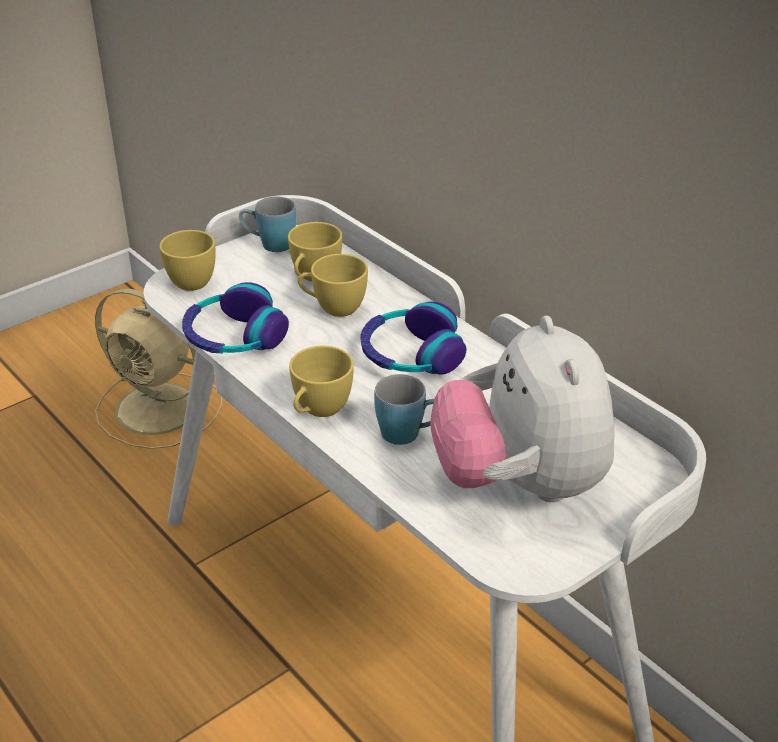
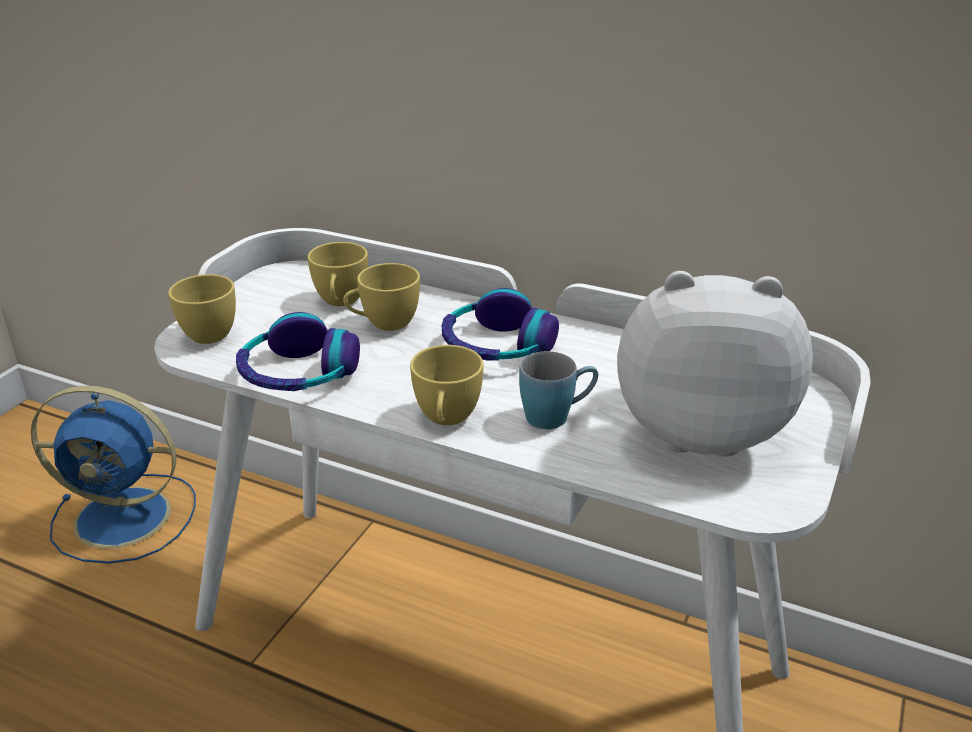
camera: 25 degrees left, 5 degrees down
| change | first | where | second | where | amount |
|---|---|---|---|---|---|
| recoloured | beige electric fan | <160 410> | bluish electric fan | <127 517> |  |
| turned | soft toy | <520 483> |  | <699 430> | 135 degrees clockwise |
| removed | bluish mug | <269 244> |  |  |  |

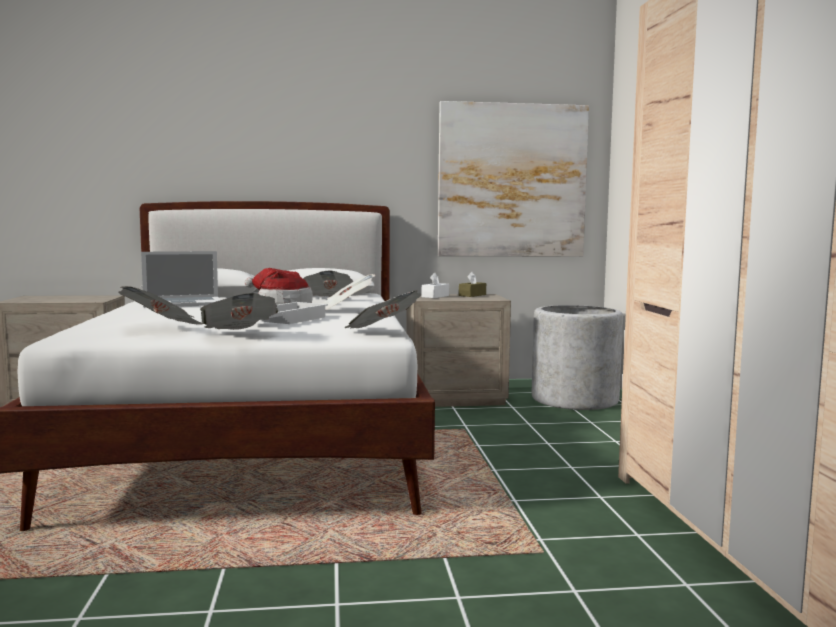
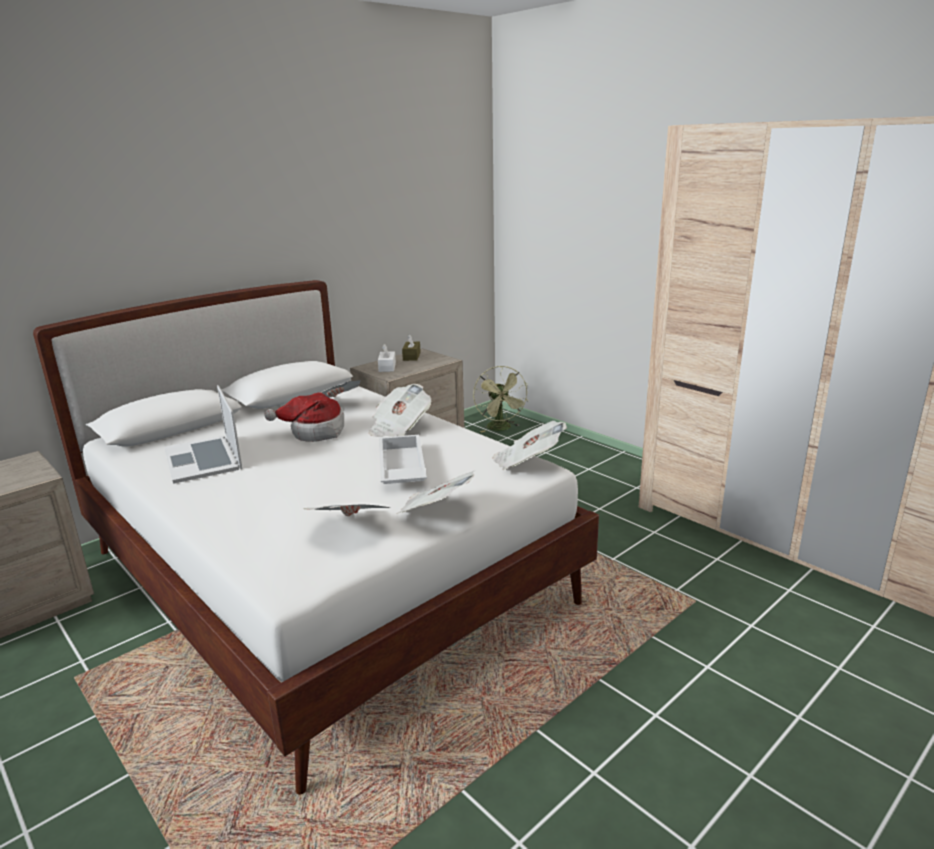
camera: 35 degrees left, 15 degrees up
| change | first | where | second | where | amount |
|---|---|---|---|---|---|
| turned | portable computer | <182 303> |  | <203 459> | 120 degrees clockwise |
| replaced | greyish plant pot | <575 399> | green electric fan | <501 429> |  |
| removed | wall picture | <512 181> |  |  |  |

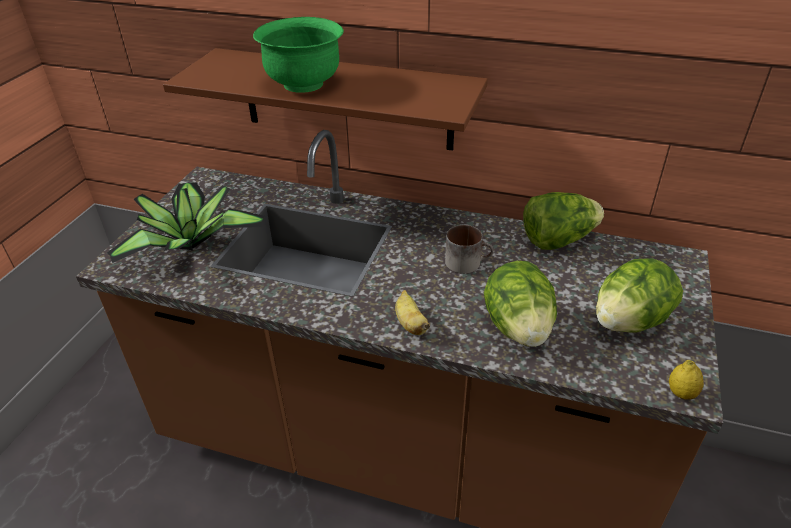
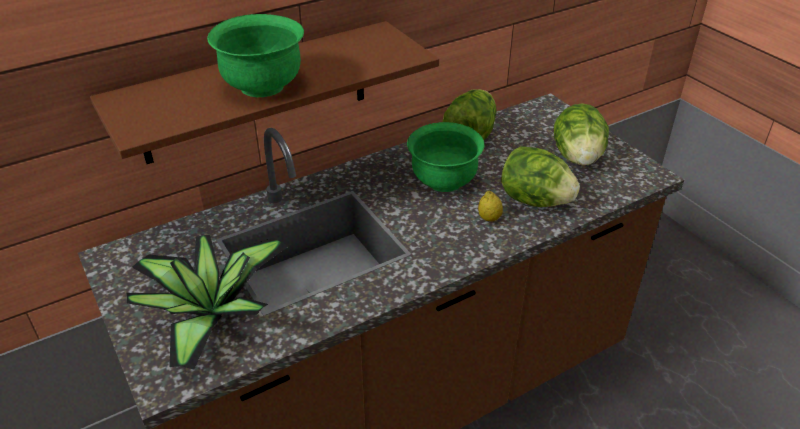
camera: 50 degrees left, 0 degrees up
| change | first | where | second | where | amount |
|---|---|---|---|---|---|
| replaced | mug | <467 262> | green bowl | <443 181> |  |
| moved | lemon | <681 393> |  | <489 218> |  |
| removed | banana | <410 324> |  |  |  |

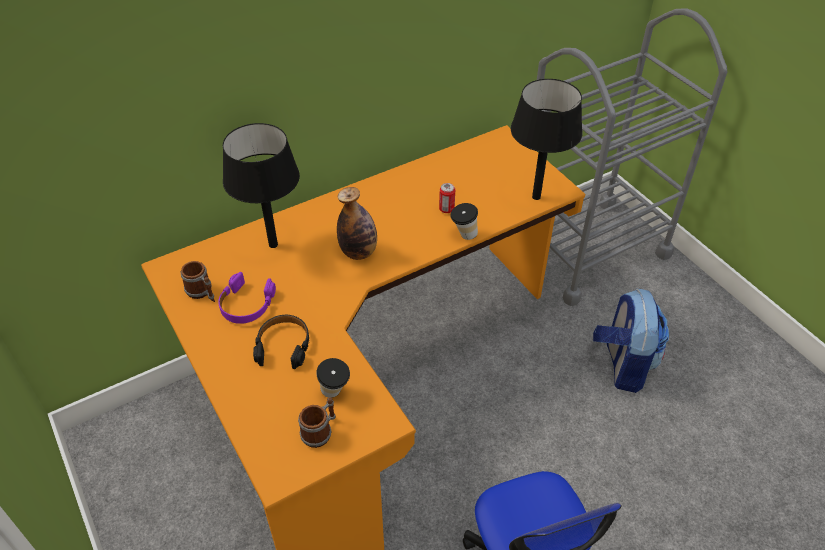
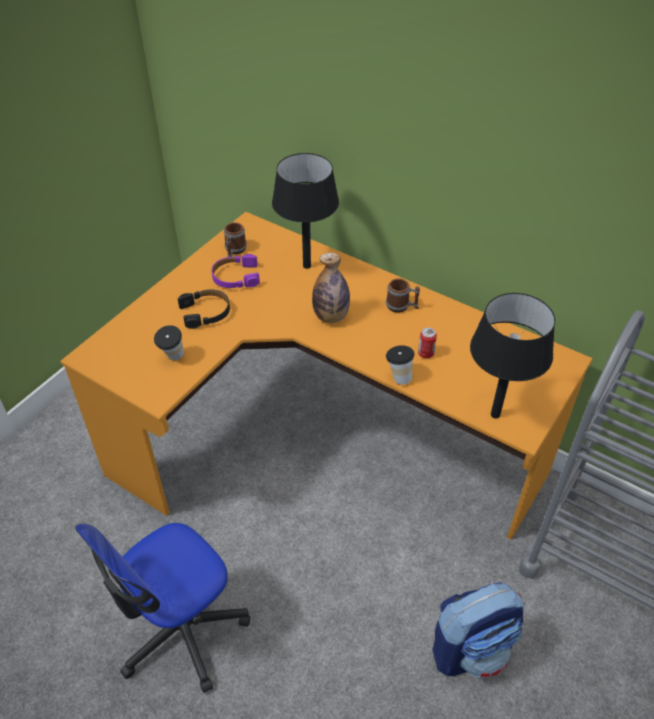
camera: 65 degrees right, 0 degrees up
| change | first | where | second | where | amount |
|---|---|---|---|---|---|
| moved | mug | <320 431> |  | <402 306> |  |

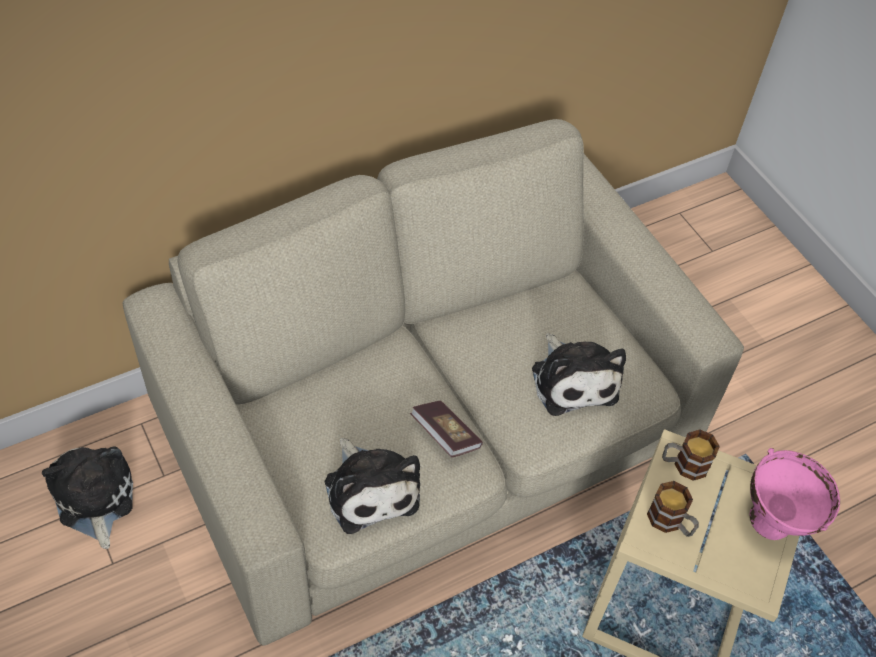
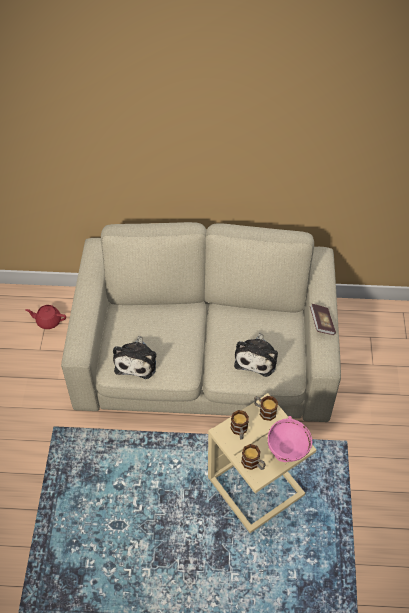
camera: 35 degrees right, 0 degrees up
| change | first | where | second | where | amount |
|---|---|---|---|---|---|
| replaced | soft toy | <94 499> | red teapot | <48 321> |  |
| added |  |  | mug | <253 464> |  |
| moved | book | <445 436> |  | <321 323> |  |

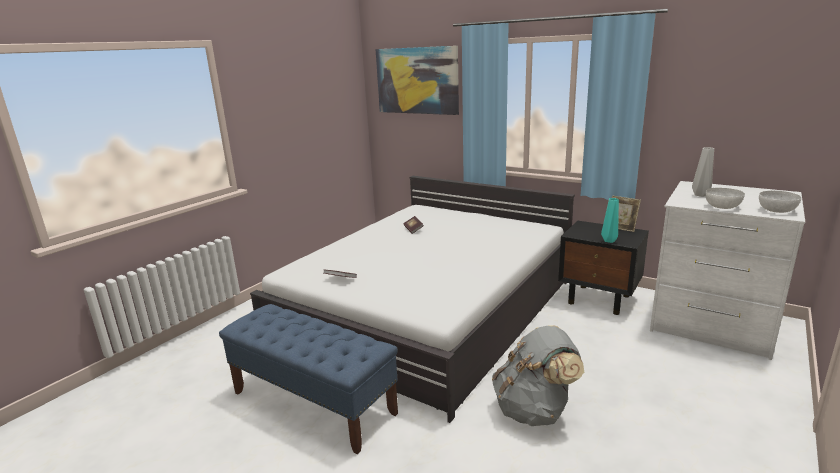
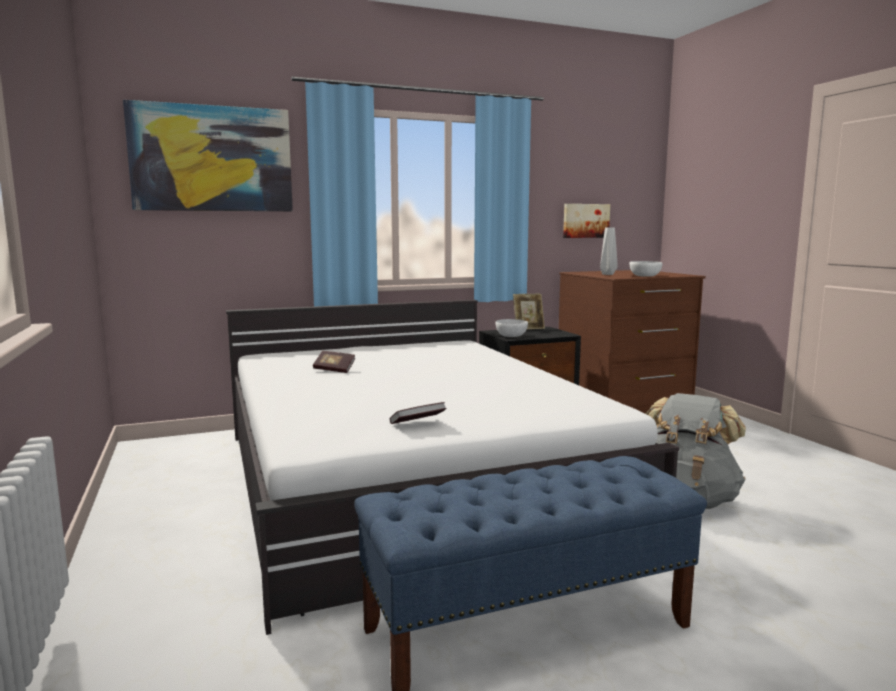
camera: 55 degrees left, 10 degrees down
| change | first | where | second | where | amount |
|---|---|---|---|---|---|
| moved | whitish bowl | <777 210> |  | <511 336> |  |
| recoloured | whitish drawer chest | <711 324> | brown-coloured drawer chest | <623 403> |  |
| added |  |  | wall picture | <585 221> |  |
| removed | turquoise flower vase | <609 241> |  |  |  |

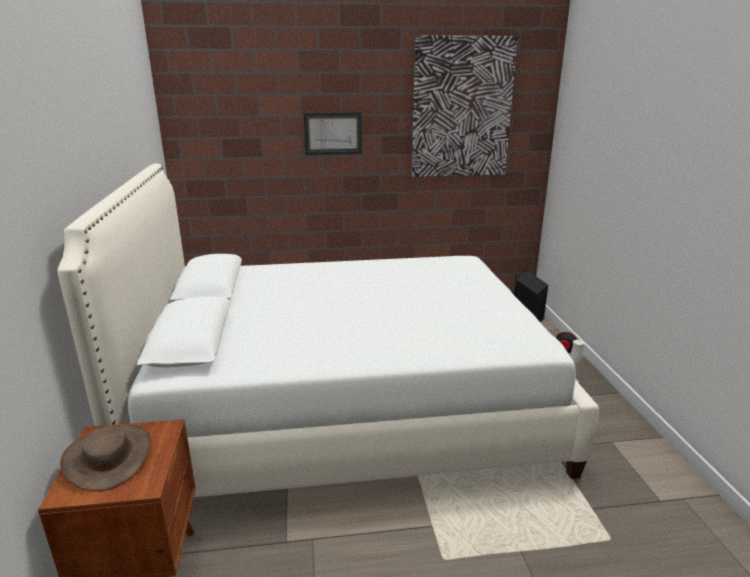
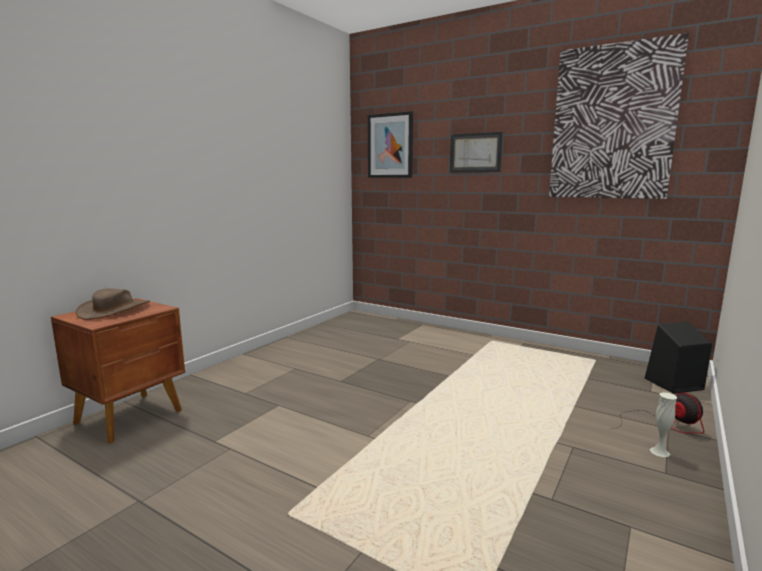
camera: 40 degrees right, 10 degrees down
| change | first | where | second | where | amount |
|---|---|---|---|---|---|
| added |  |  | wall picture | <390 146> |  |
| removed | whitish bedroom bed | <347 406> |  |  |  |

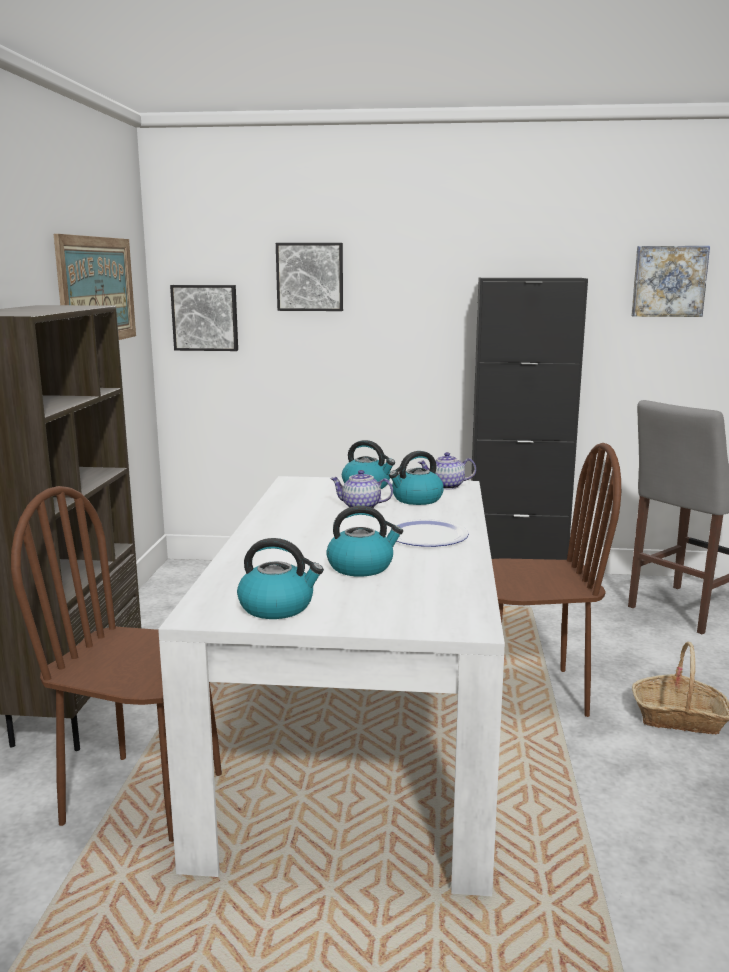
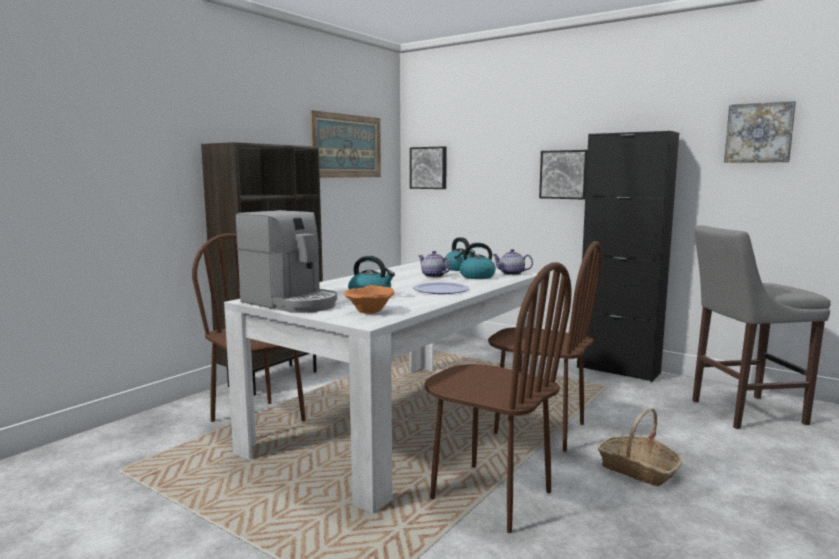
camera: 30 degrees right, 5 degrees down
| change | first | where | second | where | amount |
|---|---|---|---|---|---|
| replaced | tea kettle | <277 607> | coffee maker | <292 303> |  |
| added |  |  | orange-coloured bowl | <368 311> |  |
| added |  |  | brown-coloured upright chair | <490 496> |  |
| moved | wall picture | <310 277> |  | <564 174> |  |

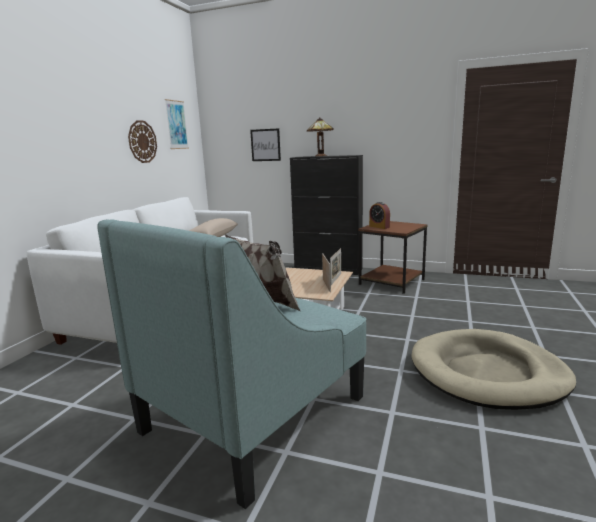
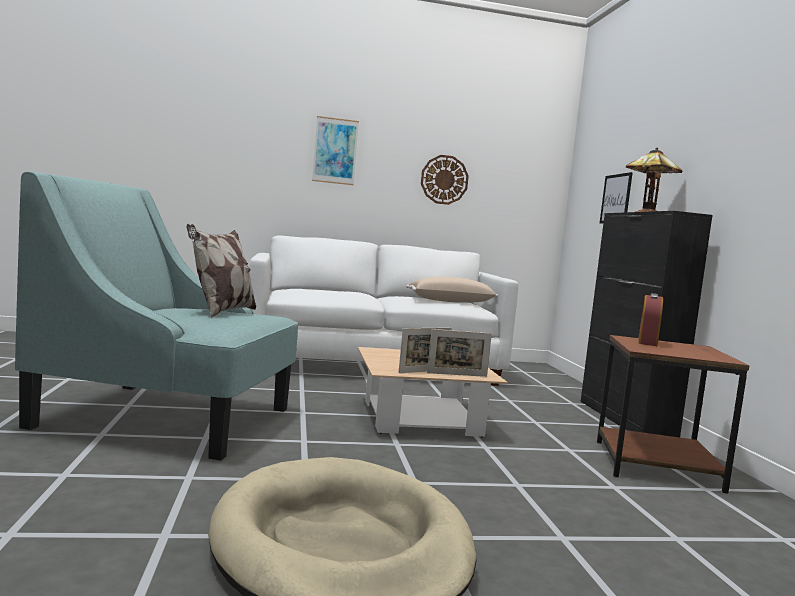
camera: 60 degrees right, 10 degrees down
| change | first | where | second | where | amount |
|---|---|---|---|---|---|
| moved | wall picture | <176 125> |  | <335 151> |  |

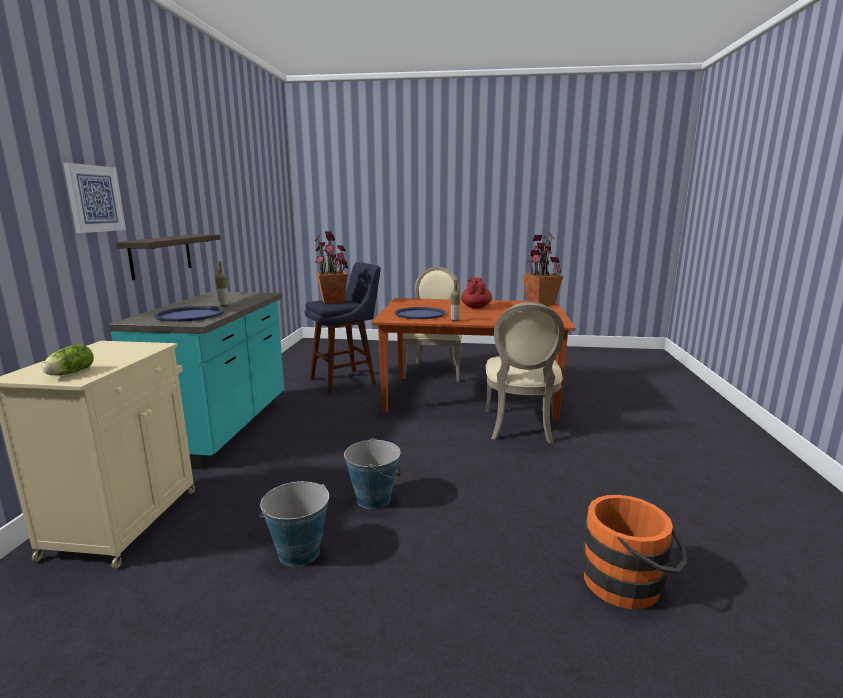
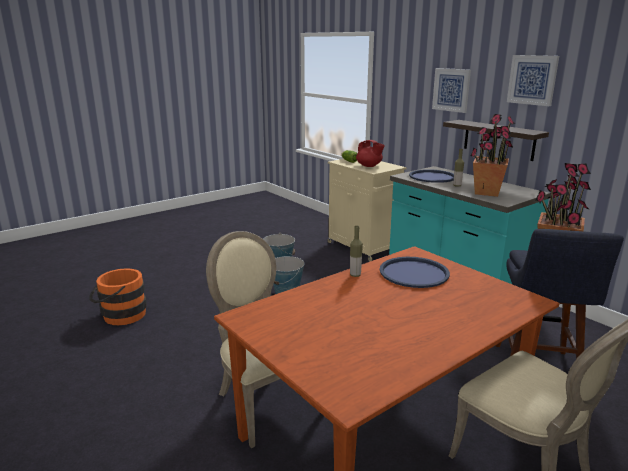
camera: 135 degrees right, 5 degrees up
| change | first | where | second | where | amount |
|---|---|---|---|---|---|
| moved | red teapot | <476 307> |  | <369 166> |  |
| moved | houseplant | <540 303> |  | <486 192> |  |
| added |  |  | wall picture | <532 80> |  |

